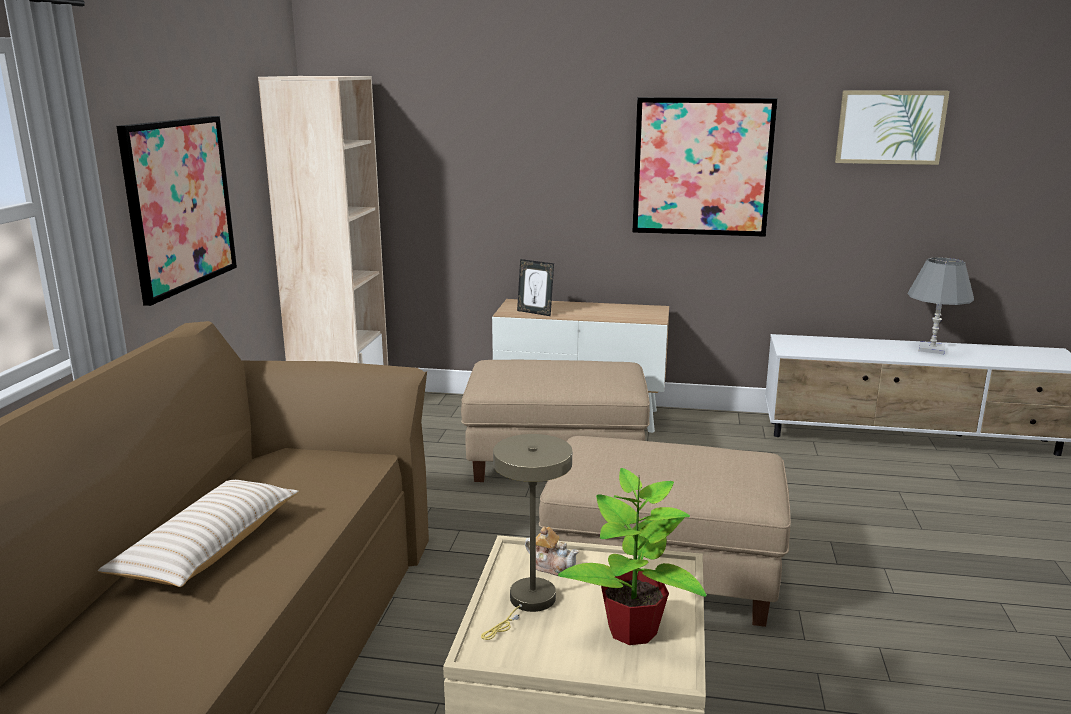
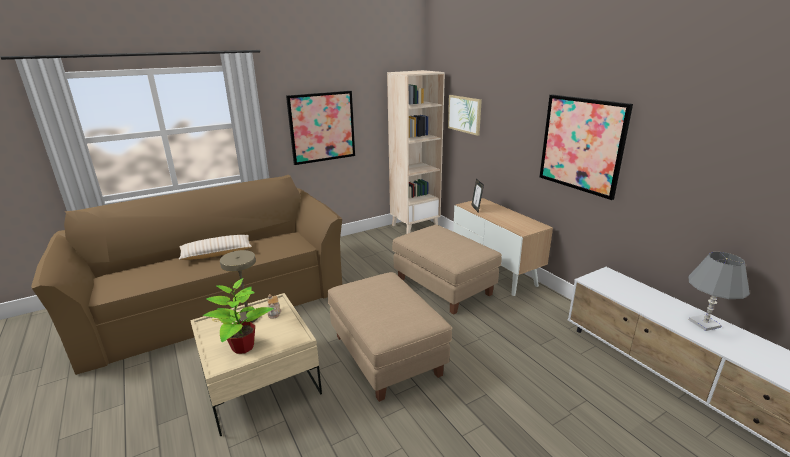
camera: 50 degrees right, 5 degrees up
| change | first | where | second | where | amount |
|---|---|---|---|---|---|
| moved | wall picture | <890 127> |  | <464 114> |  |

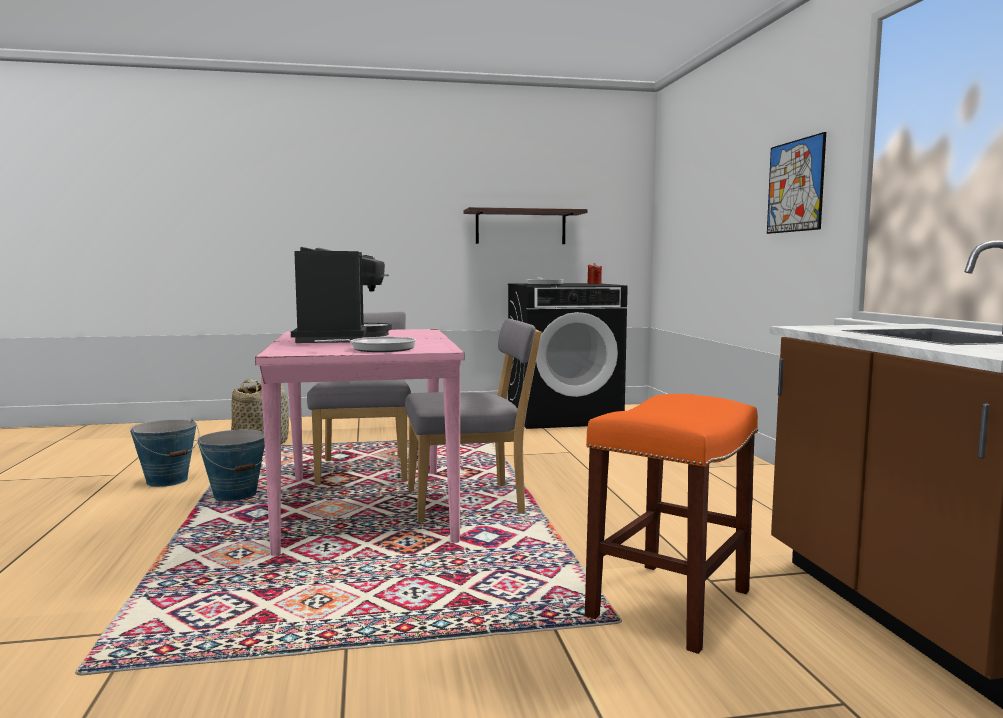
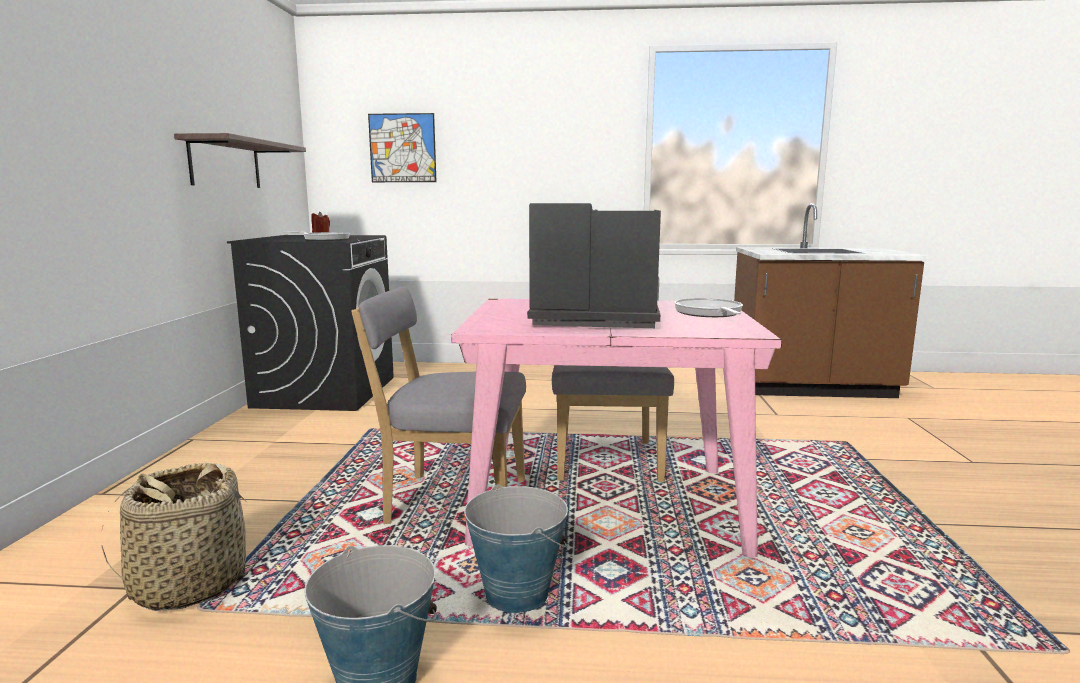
camera: 75 degrees left, 5 degrees up
| change | first | where | second | where | amount |
|---|---|---|---|---|---|
| moved | wall picture | <795 186> |  | <402 148> |  |
| removed | orange-coloured stool | <670 605> |  |  |  |

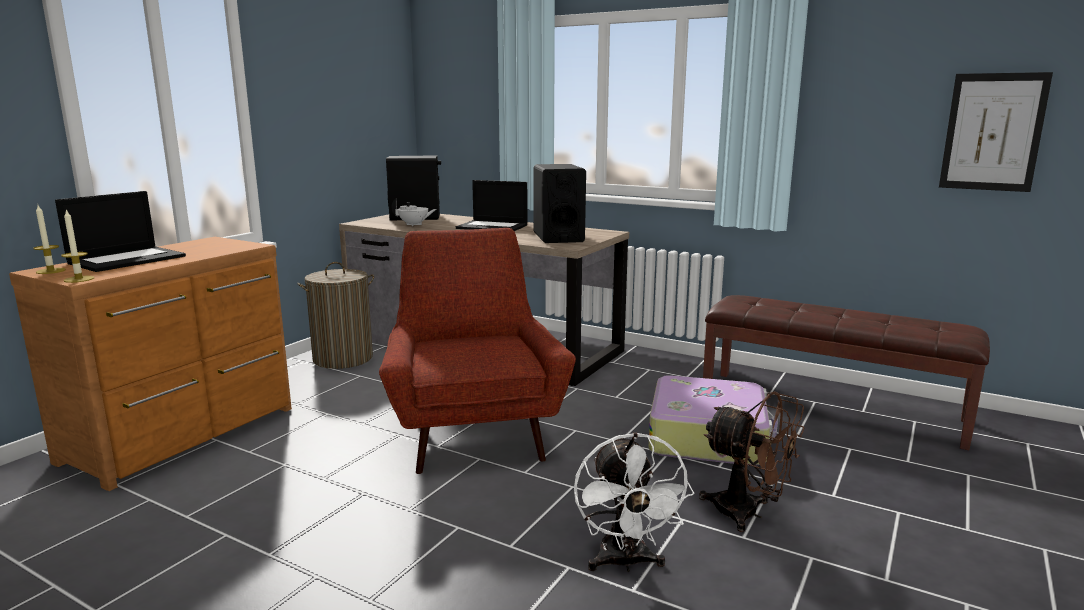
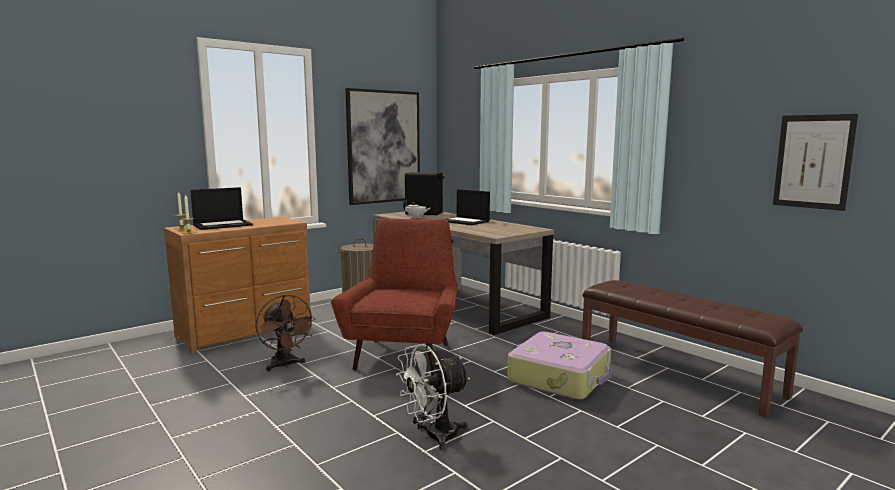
camera: 20 degrees right, 5 degrees down
| change | first | where | second | where | amount |
|---|---|---|---|---|---|
| moved | brown-coloured electric fan | <748 514> |  | <285 365> |  |
| added |  |  | wall picture | <383 147> |  |
| turned | whitish electric fan | <625 563> |  | <433 436> | 45 degrees clockwise |
| removed | blackish speaker | <558 237> |  |  |  |

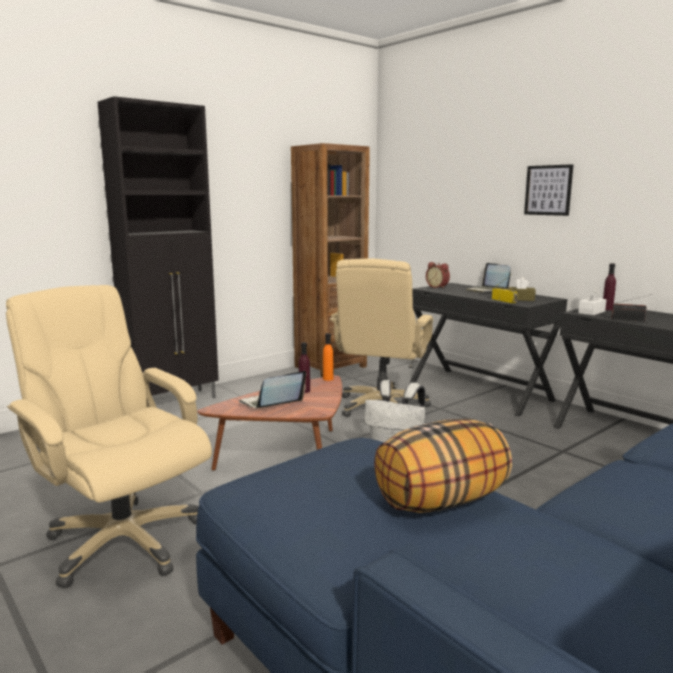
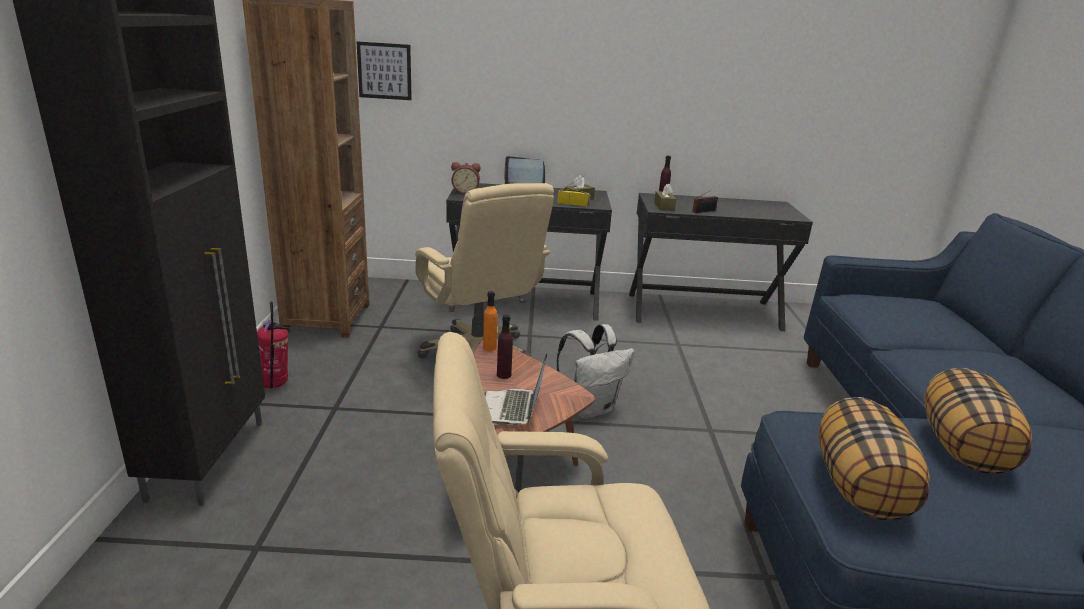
camera: 50 degrees left, 10 degrees up
| change | first | where | second | where | amount |
|---|---|---|---|---|---|
| added |  |  | fire-fighting cylinder | <275 385> |  |
| moved | wall picture | <548 190> |  | <384 71> |  |
| recoloured | whitish box of tissues | <591 312> | brown-coloured box of tissues | <664 206> |  |
| added |  |  | throw pillow | <860 488> |  |

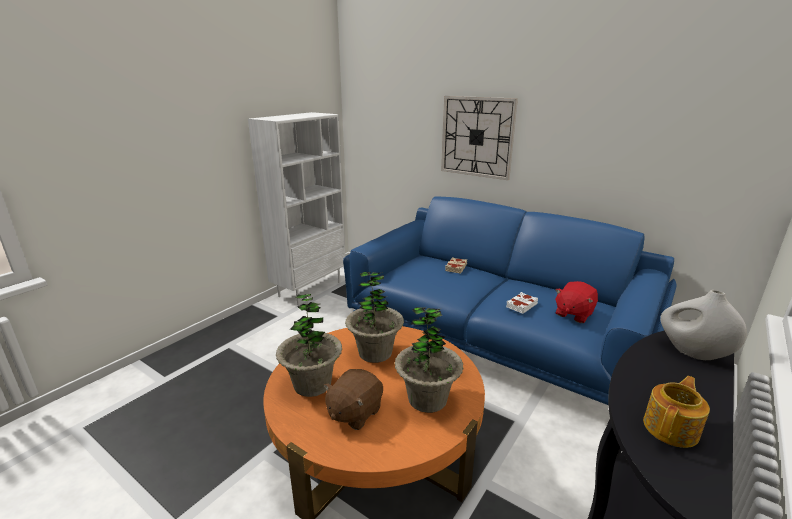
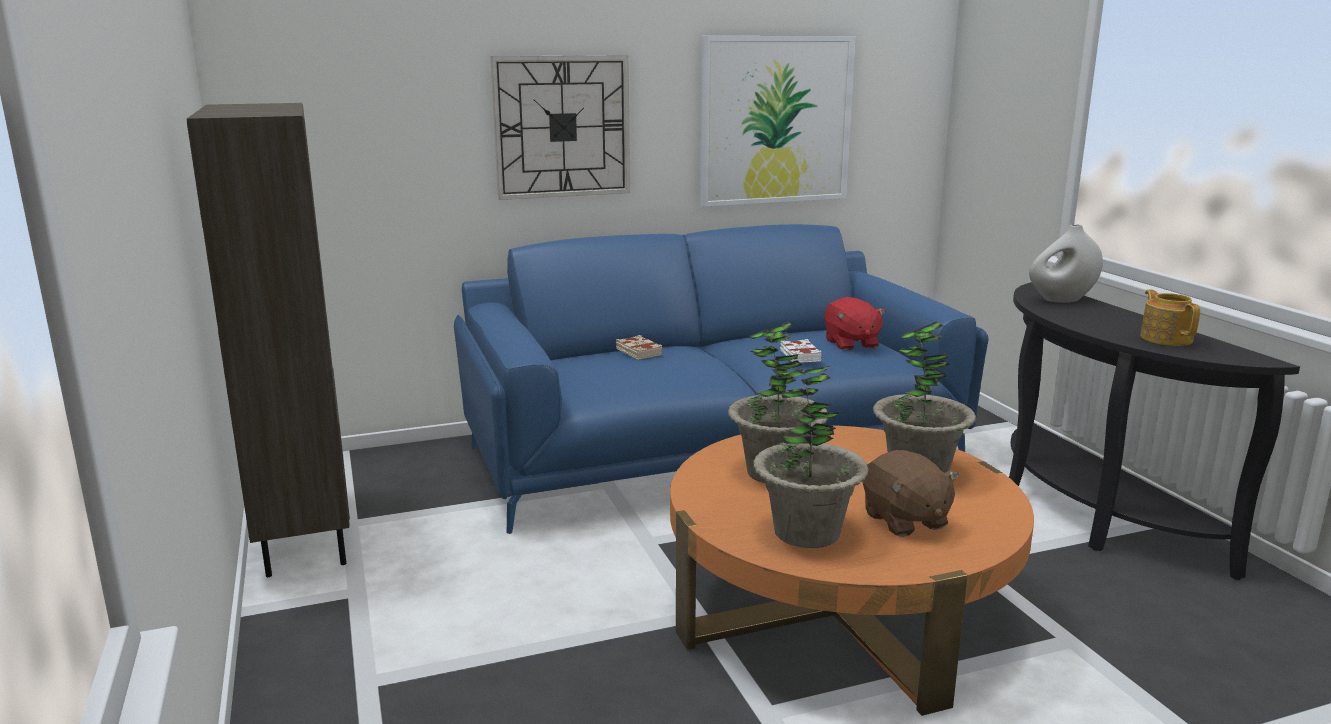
camera: 55 degrees left, 5 degrees down
| change | first | where | second | where | amount |
|---|---|---|---|---|---|
| recoloured | whitish shelving unit | <310 289> | brown-coloured shelving unit | <303 535> |  |
| added |  |  | wall picture | <775 120> |  |

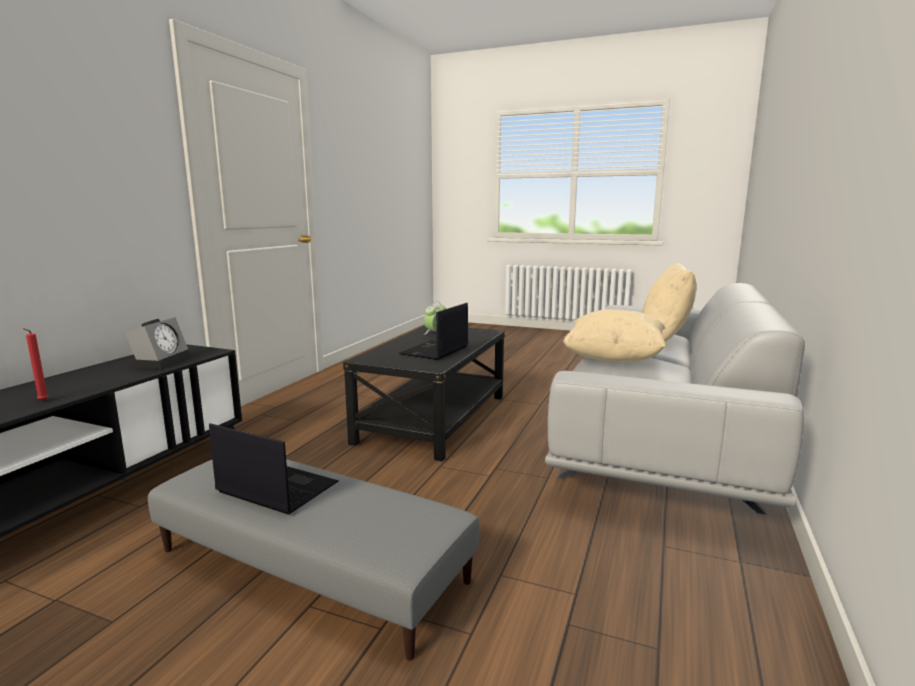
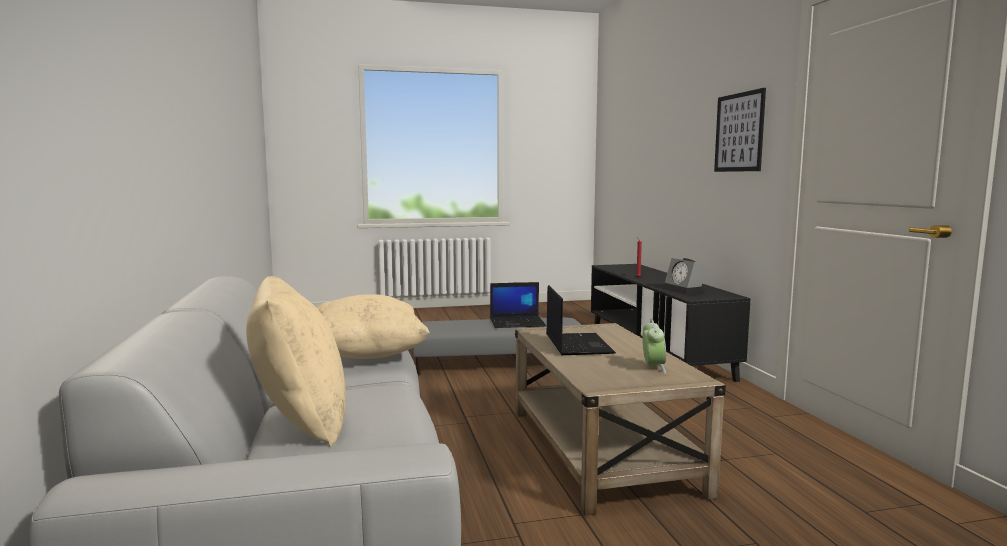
camera: 145 degrees right, 5 degrees down
| change | first | where | second | where | amount |
|---|---|---|---|---|---|
| recoloured | blackish lounge table | <433 419> | beige lounge table | <601 450> |  |
| added |  |  | wall picture | <739 132> |  |

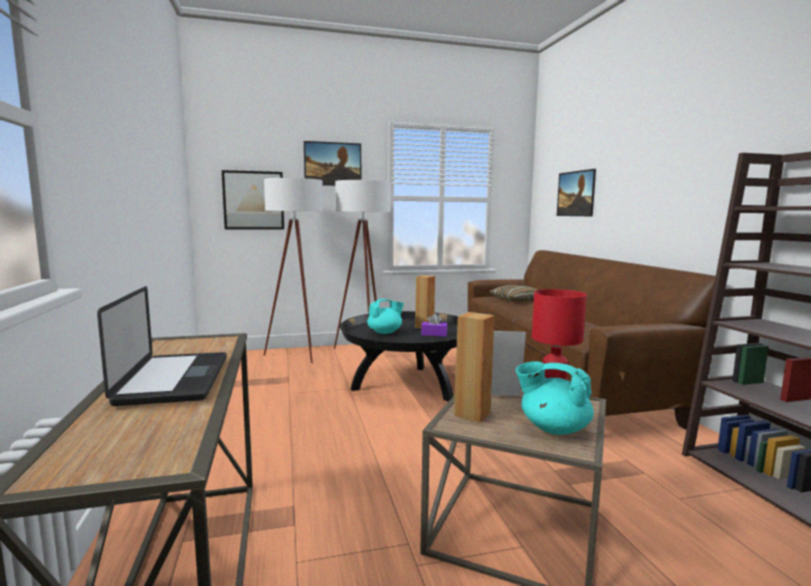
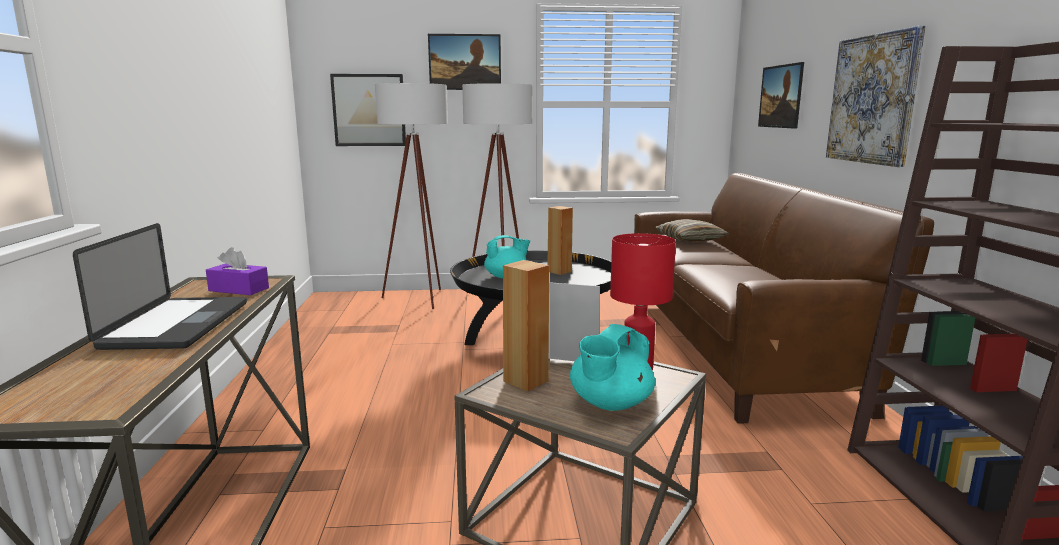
camera: 10 degrees right, 5 degrees up
| change | first | where | second | where | amount |
|---|---|---|---|---|---|
| moved | purple box of tissues | <434 334> |  | <239 289> |  |
| turned | turquoise teapot | <553 428> |  | <610 404> | 90 degrees counterclockwise |
| added |  |  | wall picture | <873 99> |  |

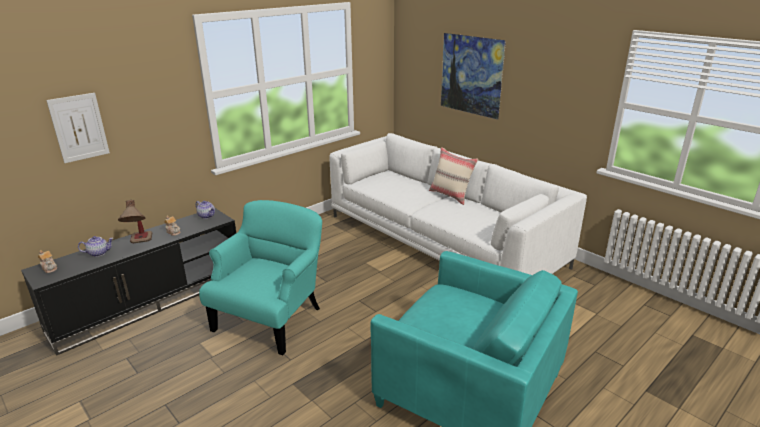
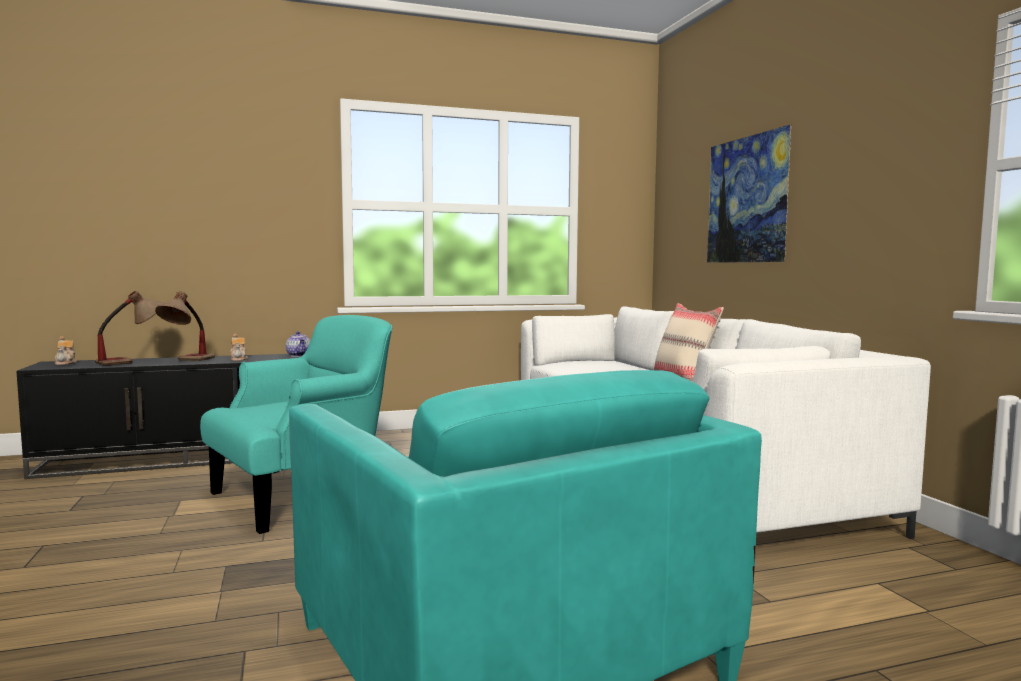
camera: 25 degrees right, 20 degrees down
| change | first | where | second | where | amount |
|---|---|---|---|---|---|
| replaced | teapot | <99 253> | lamp for a table | <132 361> |  |
| removed | wall picture | <79 127> |  |  |  |

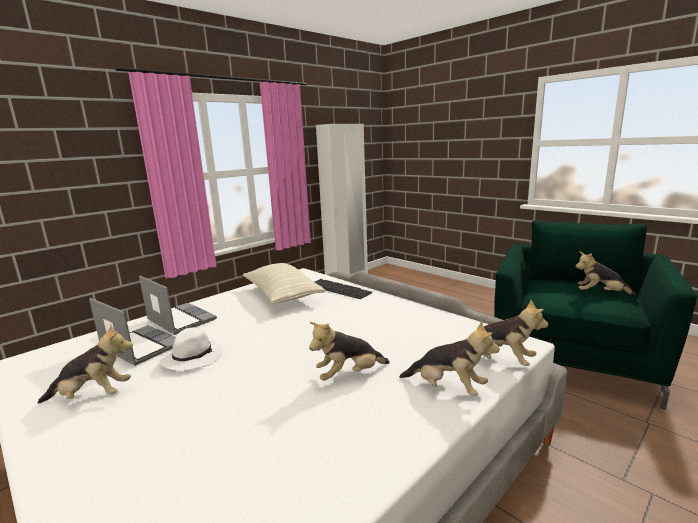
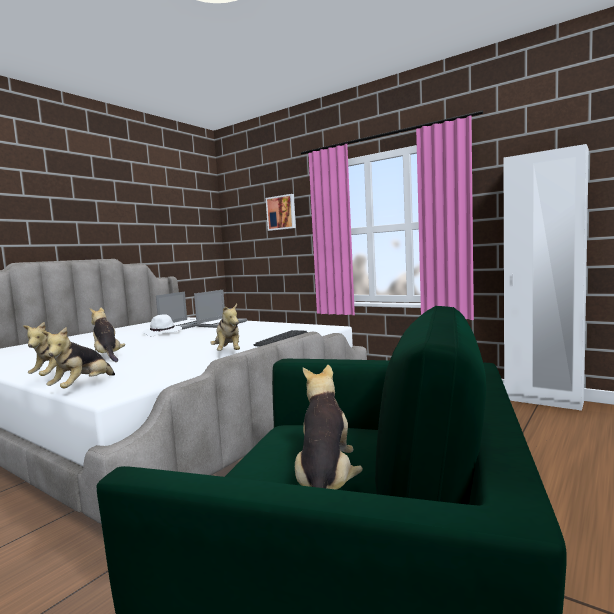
camera: 80 degrees right, 10 degrees down
| change | first | where | second | where | amount |
|---|---|---|---|---|---|
| moved | soft toy | <92 396> |  | <228 352> |  |
| added |  |  | wall picture | <281 212> |  |
| removed | beige throw pillow | <282 295> |  |  |  |

